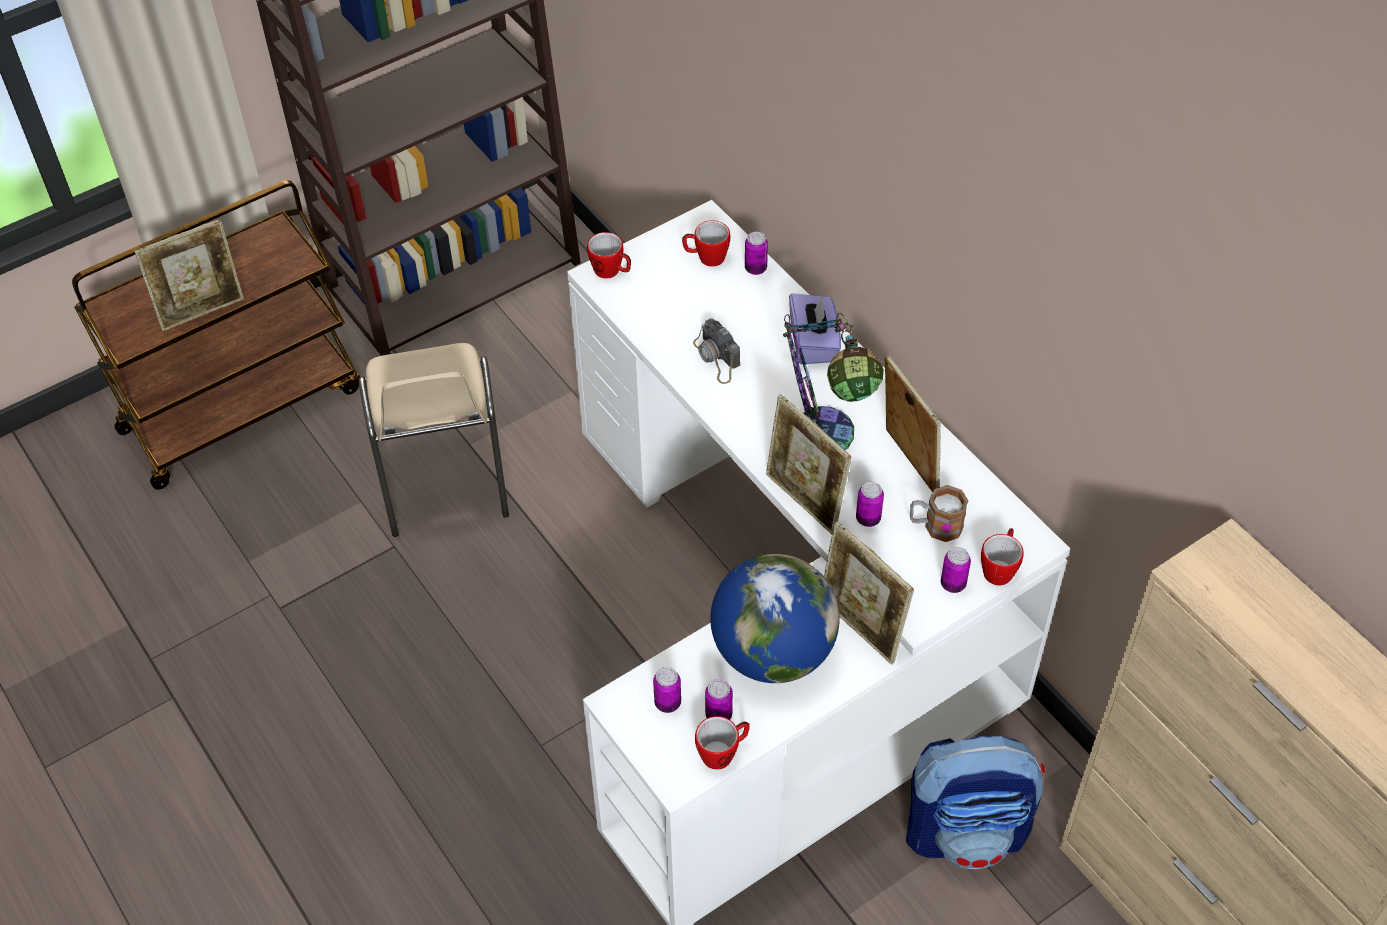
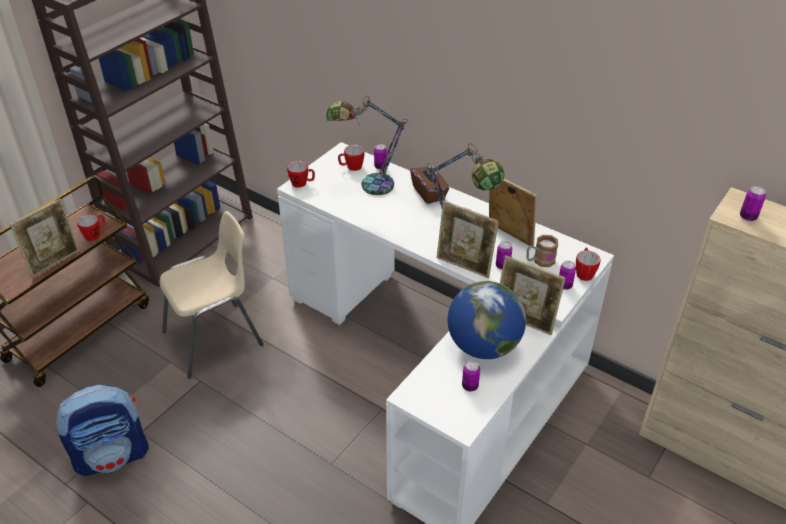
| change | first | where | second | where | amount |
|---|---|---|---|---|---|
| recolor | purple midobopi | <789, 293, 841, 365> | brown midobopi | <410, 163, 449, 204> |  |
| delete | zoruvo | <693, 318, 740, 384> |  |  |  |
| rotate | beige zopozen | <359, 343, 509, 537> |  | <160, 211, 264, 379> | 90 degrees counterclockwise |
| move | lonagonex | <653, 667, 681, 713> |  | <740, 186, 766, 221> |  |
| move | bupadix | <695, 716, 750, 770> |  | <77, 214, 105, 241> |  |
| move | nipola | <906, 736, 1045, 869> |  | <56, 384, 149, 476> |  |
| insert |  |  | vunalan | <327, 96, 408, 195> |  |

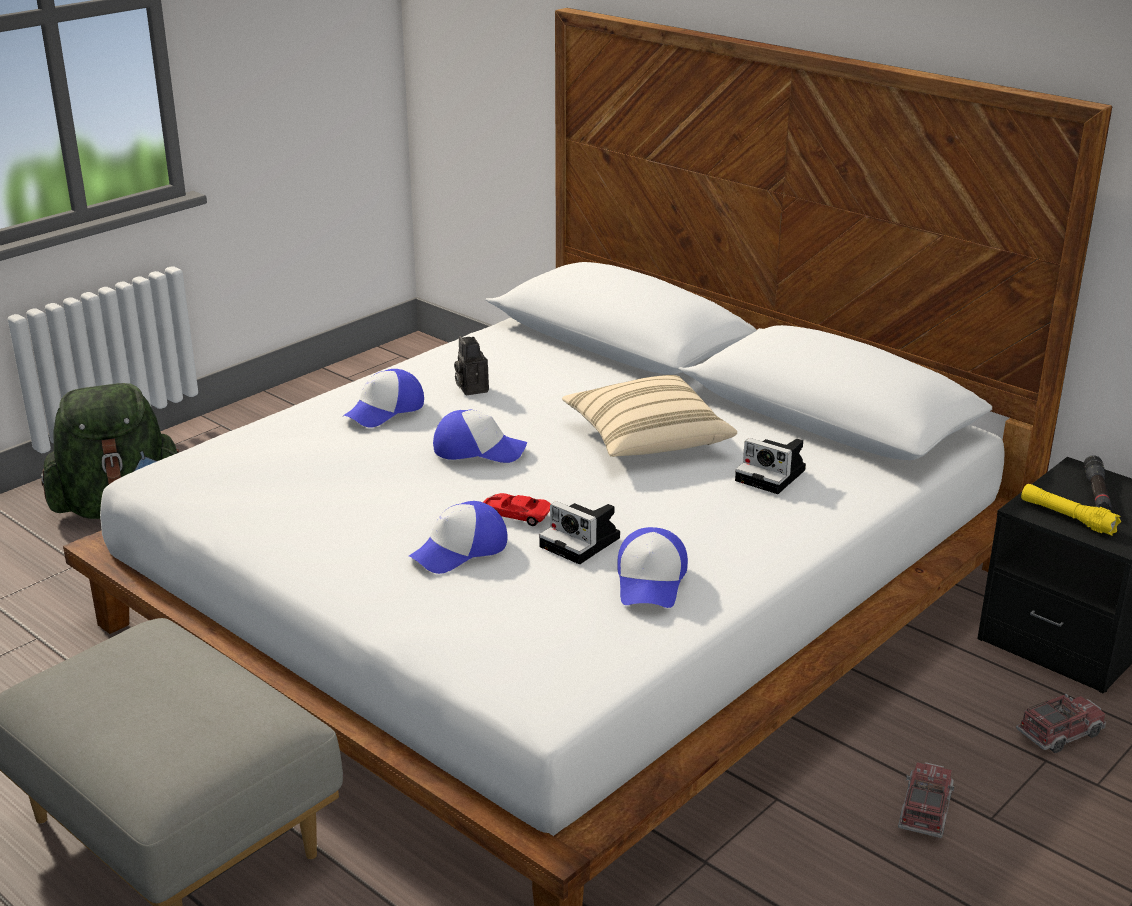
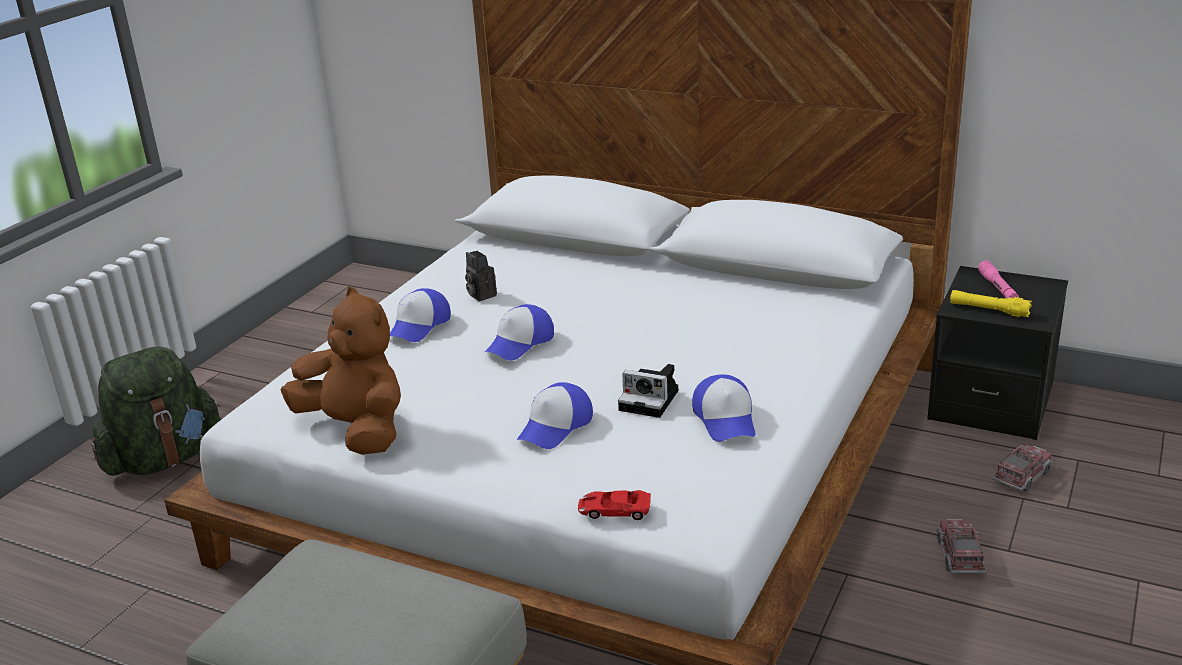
| change | first | where | second | where | amount |
|---|---|---|---|---|---|
| delete | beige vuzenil | <562, 375, 737, 457> |  |  |  |
| rotate | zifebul | <433, 410, 527, 463> |  | <485, 304, 554, 360> | 135 degrees clockwise |
| delete | zoruvo | <735, 438, 806, 494> |  |  |  |
| recolor | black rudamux | <1084, 455, 1112, 510> | pink rudamux | <978, 261, 1019, 299> |  |
| move | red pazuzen | <483, 493, 551, 526> |  | <578, 490, 651, 520> |  |
| insert |  |  | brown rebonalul | <281, 287, 401, 455> |  |

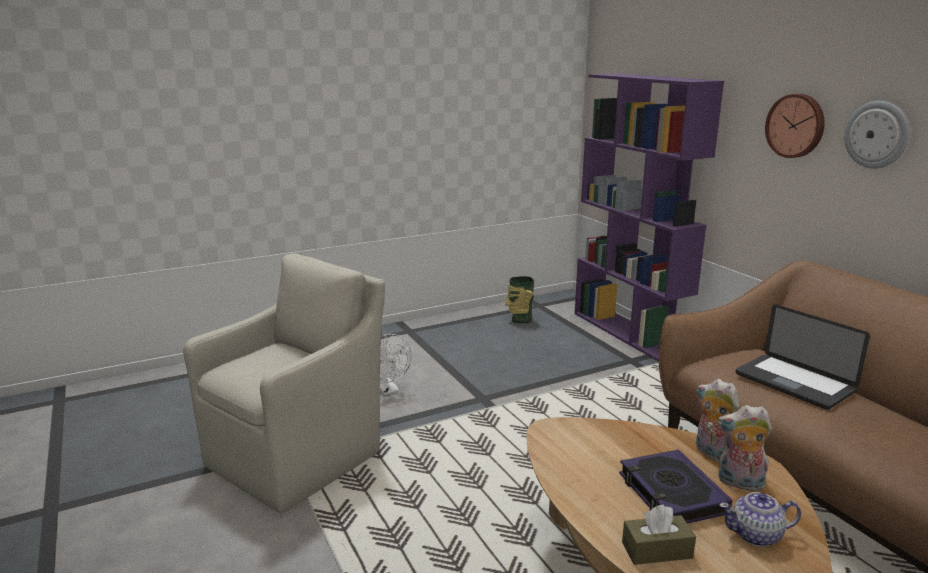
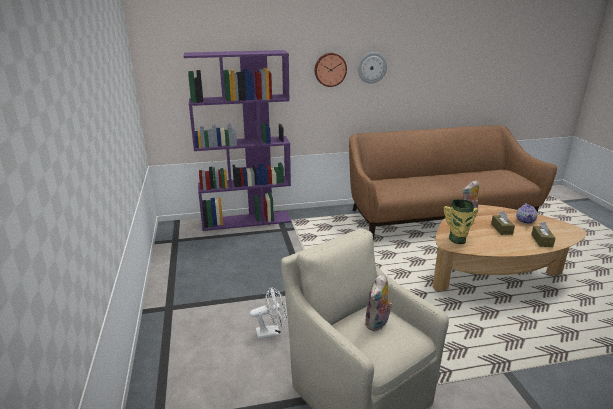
| change | first | where | second | where | amount |
|---|---|---|---|---|---|
| move | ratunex | <505, 276, 534, 323> |  | <443, 199, 478, 244> |  |
| delete | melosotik | <736, 304, 870, 410> |  |  |  |
| move | rebonalul | <718, 405, 772, 491> |  | <364, 273, 393, 331> |  |
| replace | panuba | <619, 449, 732, 524> | brown midobopi | <491, 211, 515, 235> |  |

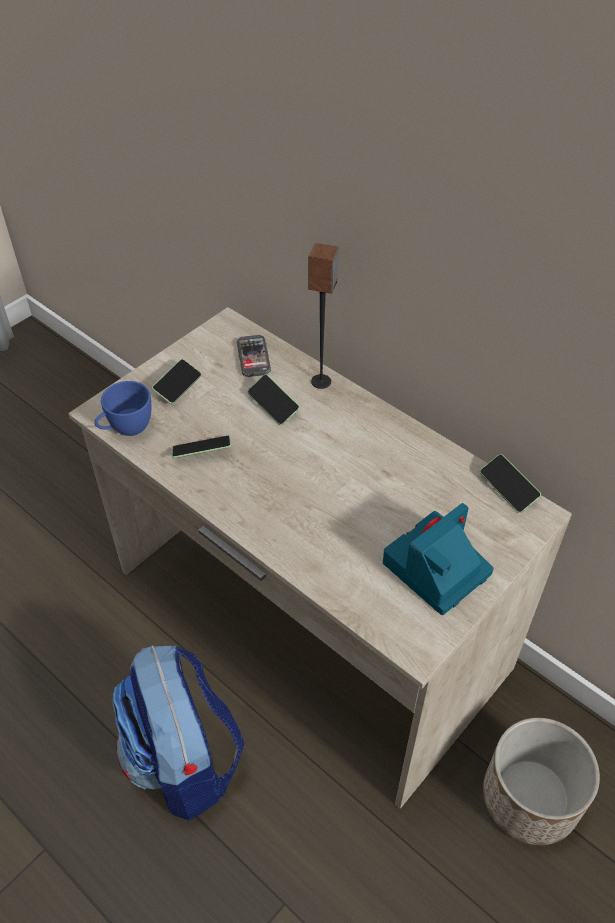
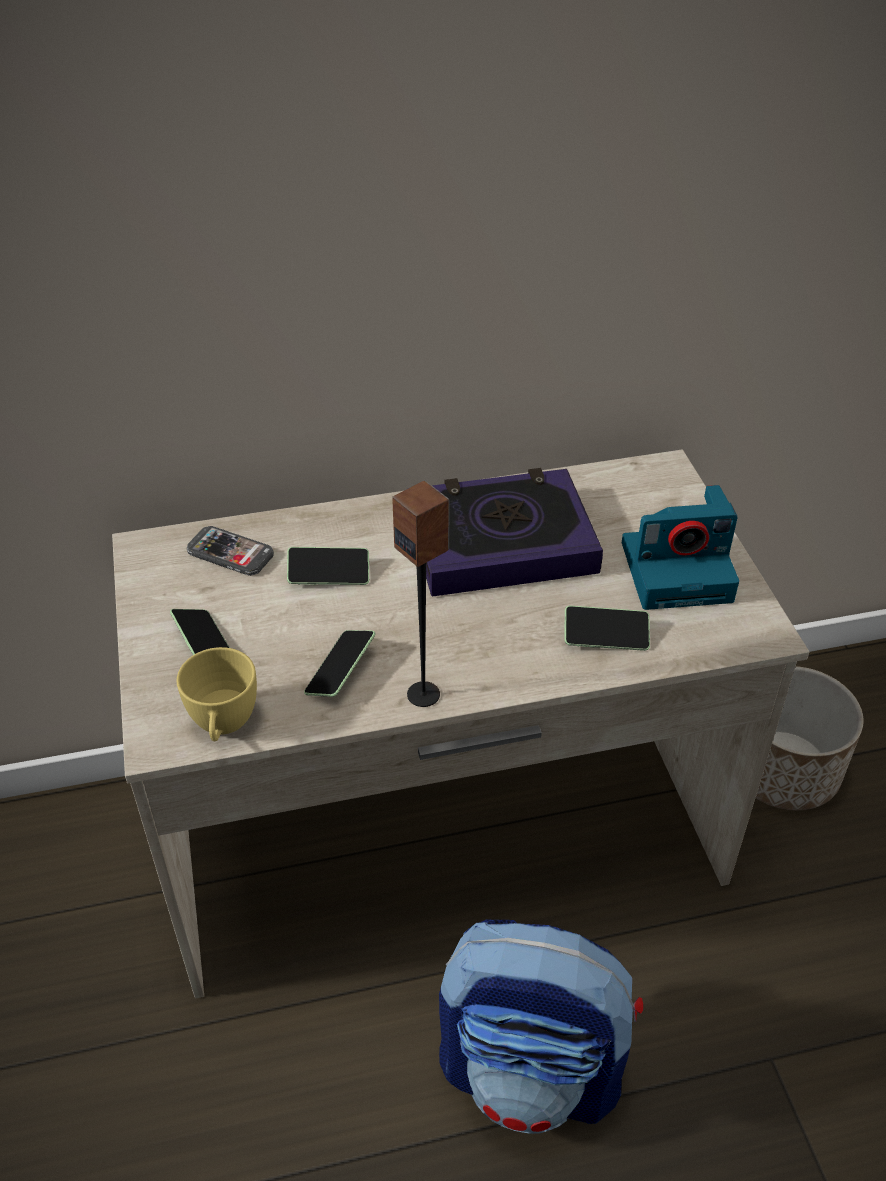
| change | first | where | second | where | amount |
|---|---|---|---|---|---|
| move | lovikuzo | <308, 243, 339, 389> |  | <392, 481, 450, 707> |  |
| recolor | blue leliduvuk | <94, 381, 152, 436> | yellow leliduvuk | <177, 647, 257, 741> |  |
| move | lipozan | <480, 454, 541, 513> |  | <565, 606, 650, 651> |  |
| rotate | zoruvo | <383, 503, 493, 615> |  | <622, 485, 739, 610> | 90 degrees counterclockwise |
| insert |  |  | panuba | <426, 468, 603, 597> |  |

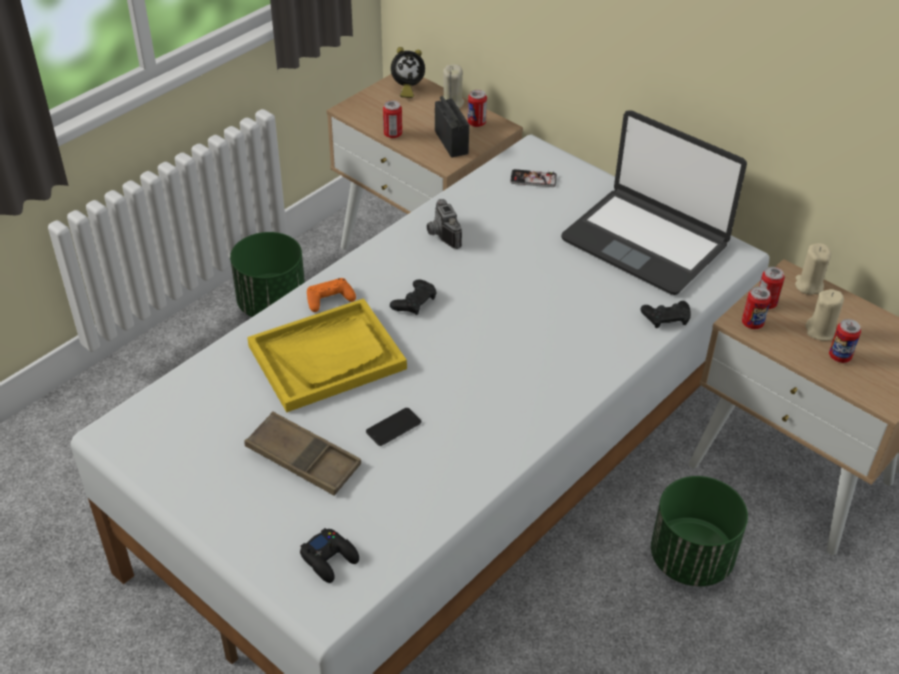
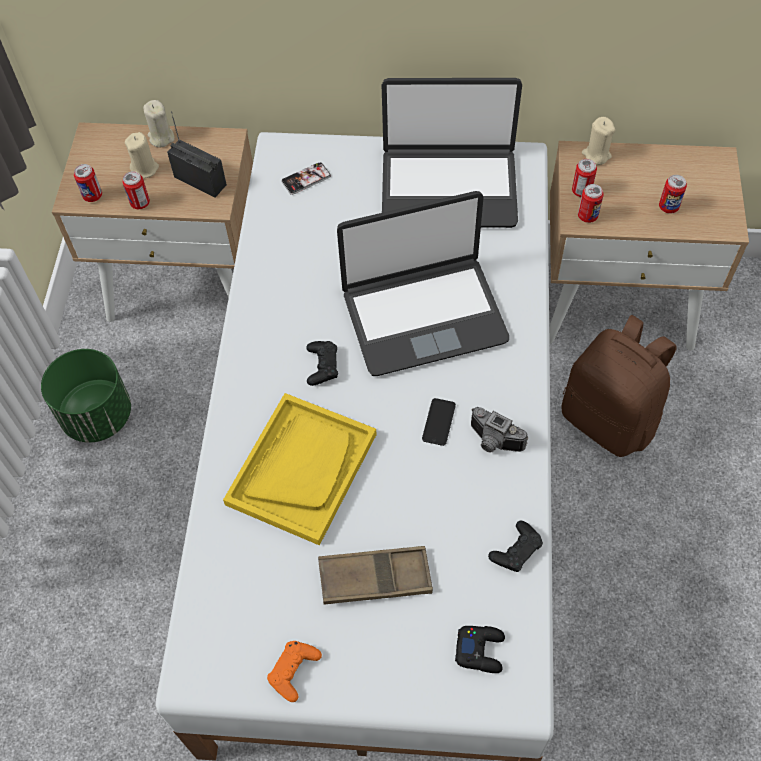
| change | first | where | second | where | amount |
|---|---|---|---|---|---|
| delete | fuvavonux | <391, 47, 425, 98> |  |  |  |
| move | lonagonex | <468, 90, 487, 127> |  | <74, 164, 102, 202> |  |
| move | zoruvo | <427, 199, 462, 249> |  | <471, 407, 528, 452> |  |
| move | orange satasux | <307, 278, 356, 312> |  | <267, 641, 322, 702> |  |
| move | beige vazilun | <806, 289, 844, 341> |  | <125, 132, 159, 178> |  |
| move | black satasux | <641, 301, 691, 328> |  | <488, 521, 543, 572> |  |
| move | lipozan | <366, 408, 422, 446> |  | <422, 398, 456, 446> |  |
| replace | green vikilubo | <651, 476, 748, 586> | brown nipola | <561, 315, 677, 457> |  |
| insert |  |  | melosotik | <337, 191, 509, 376> |  |

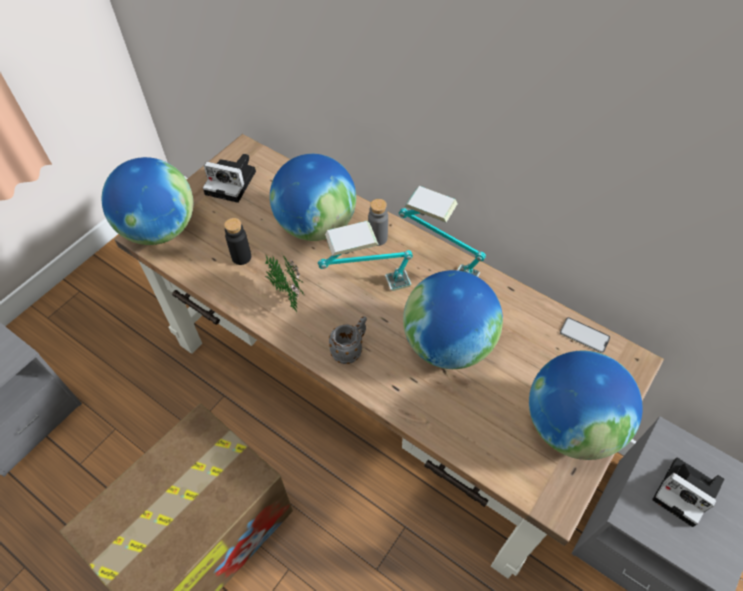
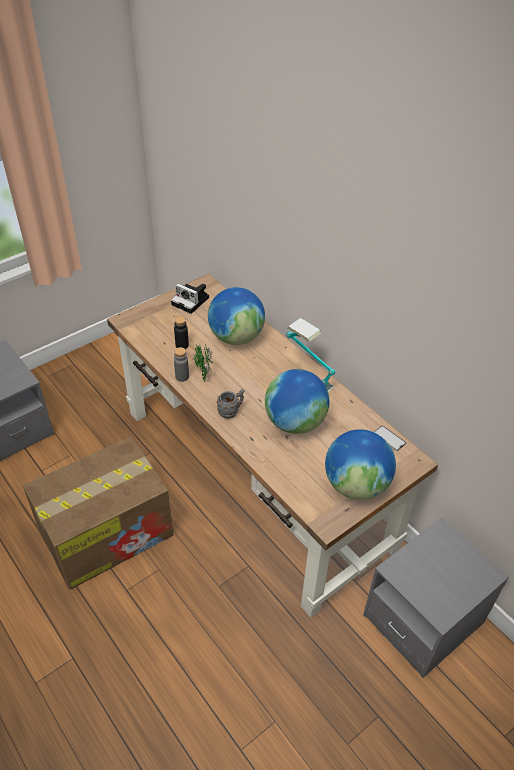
| change | first | where | second | where | amount |
|---|---|---|---|---|---|
| delete | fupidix | <102, 157, 193, 245> |  |  |  |
| move | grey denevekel | <368, 199, 388, 246> |  | <174, 347, 189, 382> |  |
| delete | vunalan | <318, 221, 413, 291> |  |  |  |
| delete | zoruvo | <652, 458, 725, 527> |  |  |  |

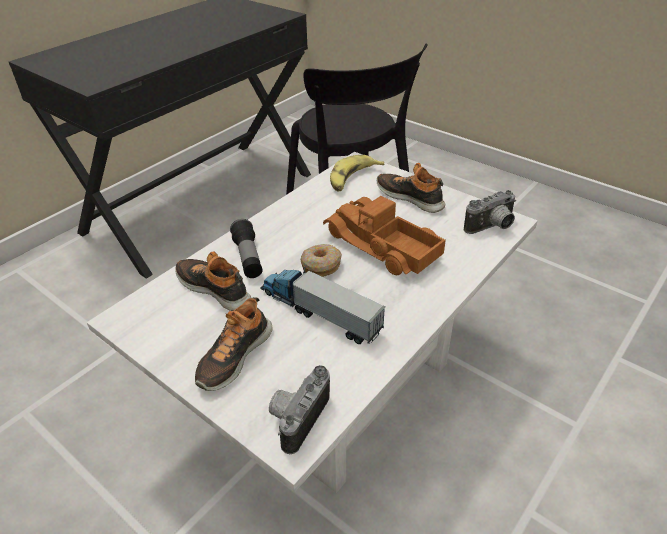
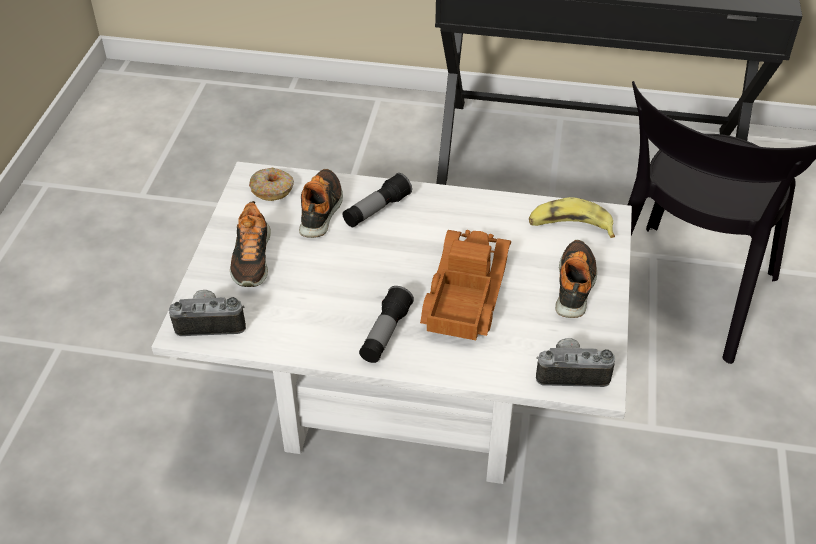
| change | first | where | second | where | amount |
|---|---|---|---|---|---|
| rotate | zoruvo | <464, 190, 516, 234> |  | <536, 338, 615, 387> | 150 degrees clockwise |
| move | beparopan | <301, 244, 342, 277> |  | <249, 168, 294, 201> |  |
| delete | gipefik | <260, 266, 386, 344> |  |  |  |
| rotate | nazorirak | <195, 297, 273, 391> |  | <230, 201, 271, 287> | 90 degrees counterclockwise |
| insert |  |  | rudamux | <359, 286, 414, 363> |  |

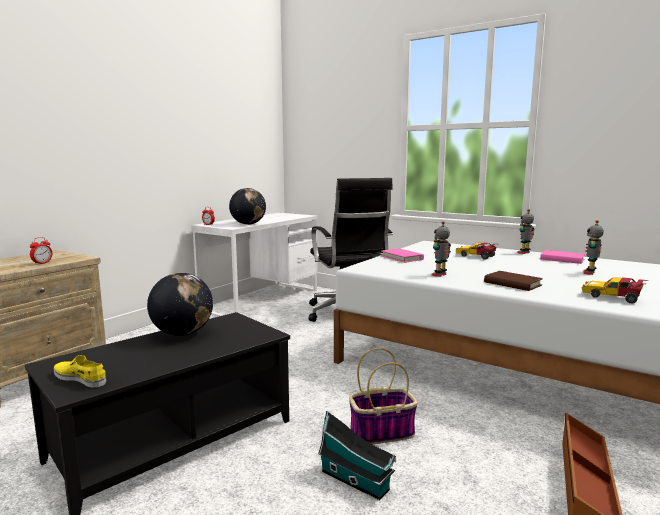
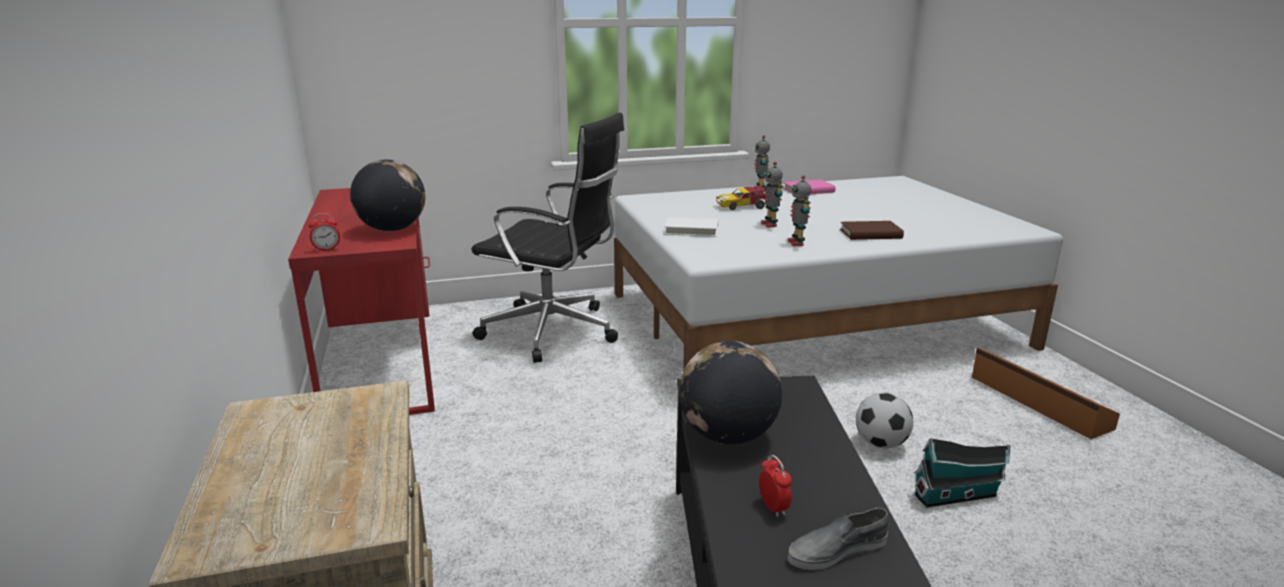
| change | first | where | second | where | amount |
|---|---|---|---|---|---|
| recolor | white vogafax | <191, 213, 318, 317> | red vogafax | <288, 188, 435, 415> |  |
| move | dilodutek | <583, 220, 604, 275> |  | <761, 161, 784, 228> |  |
| move | fuvavonux | <30, 237, 52, 265> |  | <759, 455, 792, 517> |  |
| recolor | pink panuba | <382, 249, 424, 263> | white panuba | <664, 217, 718, 237> |  |
| delete | pazuzen | <582, 277, 648, 304> |  |  |  |
| replace | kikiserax | <349, 348, 418, 445> | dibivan | <856, 393, 913, 448> |  |
| recolor | yellow nazorirak | <54, 355, 106, 388> | grey nazorirak | <788, 508, 889, 570> |  |

